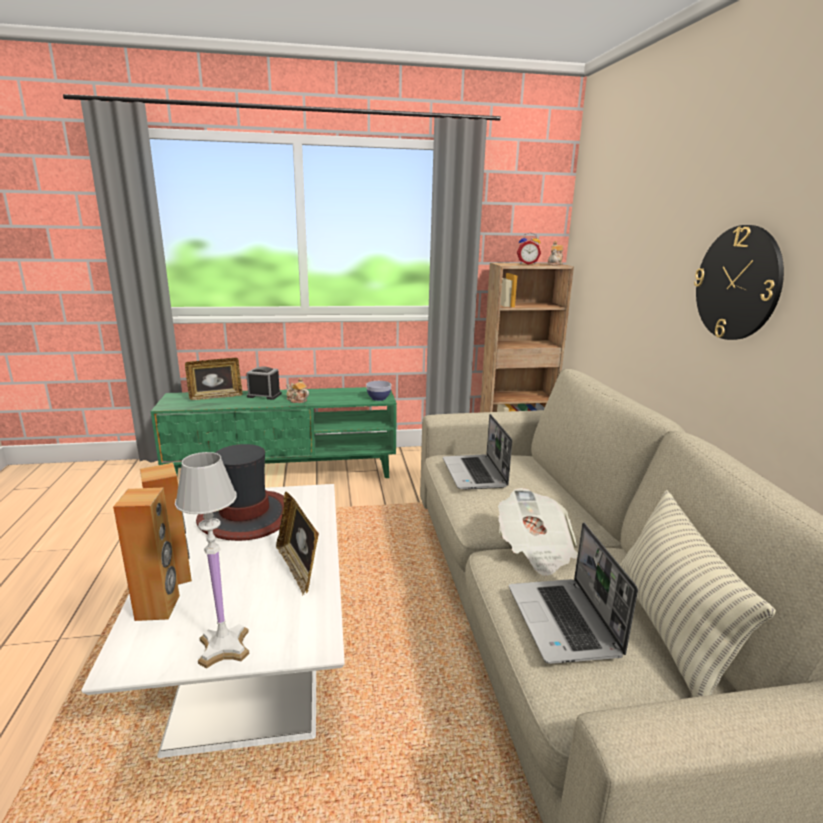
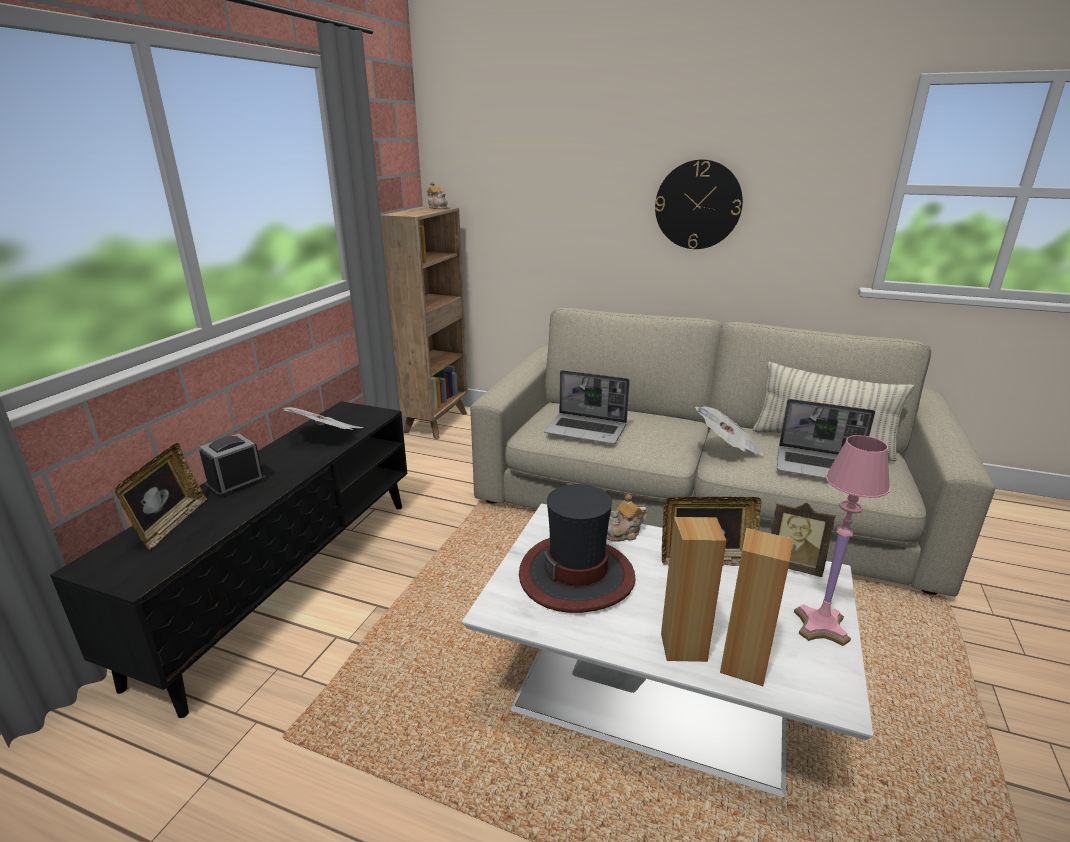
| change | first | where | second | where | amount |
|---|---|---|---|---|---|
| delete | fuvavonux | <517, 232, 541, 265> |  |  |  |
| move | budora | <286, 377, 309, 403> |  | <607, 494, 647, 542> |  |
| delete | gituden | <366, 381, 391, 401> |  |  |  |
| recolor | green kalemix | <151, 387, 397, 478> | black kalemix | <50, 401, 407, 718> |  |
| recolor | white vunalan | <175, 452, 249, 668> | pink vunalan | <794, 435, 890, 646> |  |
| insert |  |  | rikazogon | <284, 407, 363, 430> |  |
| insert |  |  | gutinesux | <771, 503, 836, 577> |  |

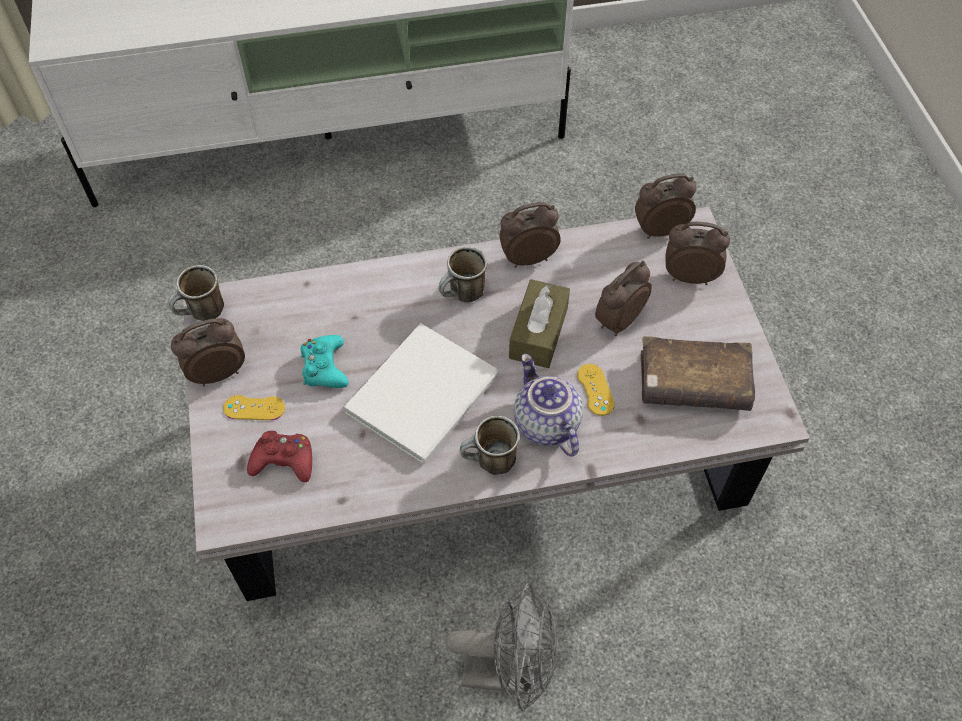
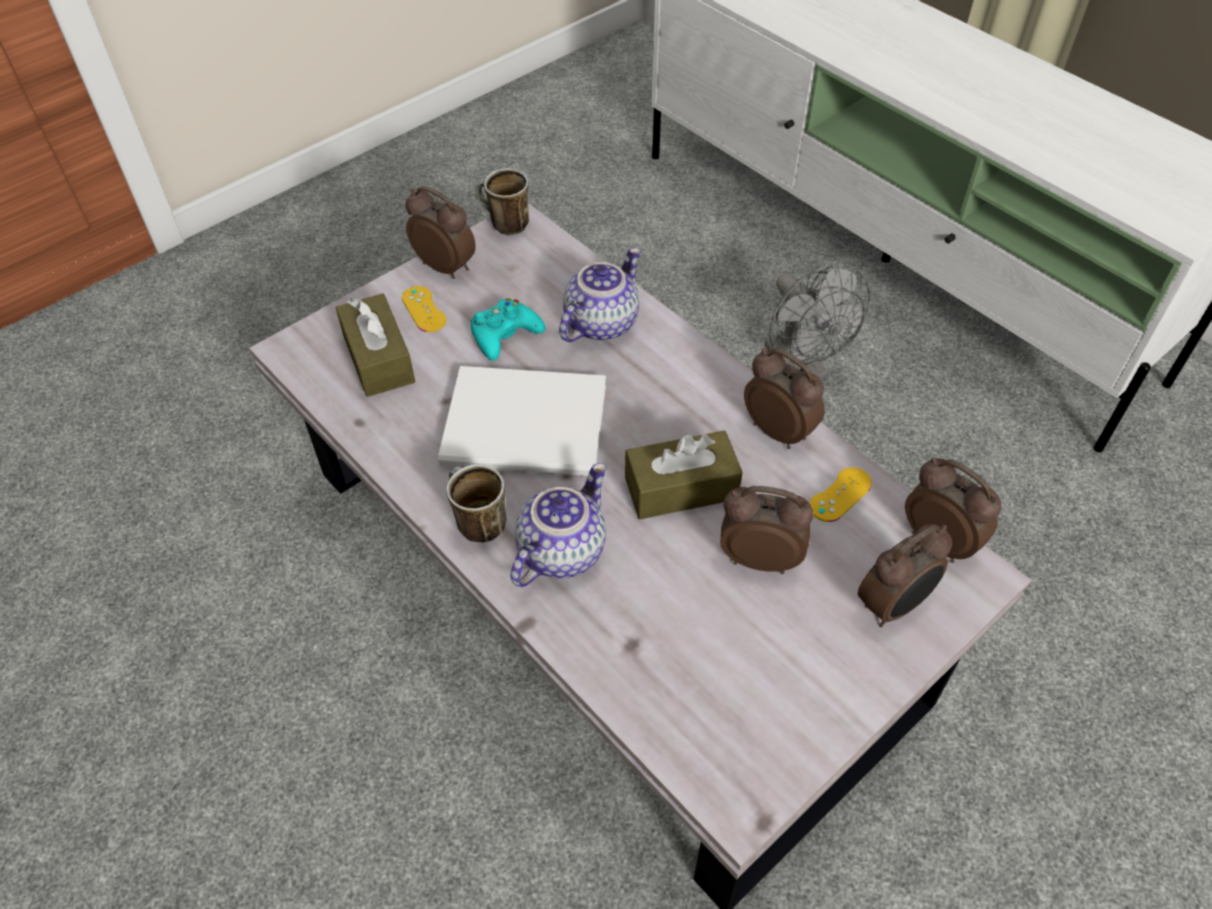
| change | first | where | second | where | amount |
|---|---|---|---|---|---|
| rotate | fuvavonux | <665, 222, 730, 285> |  | <858, 524, 952, 627> | 75 degrees clockwise |
| delete | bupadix | <438, 246, 487, 302> |  |  |  |
| delete | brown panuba | <640, 336, 755, 411> |  |  |  |
| move | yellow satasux | <577, 364, 615, 416> |  | <810, 467, 872, 522> |  |
| replace | red satasux | <247, 431, 312, 482> | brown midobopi | <336, 293, 415, 397> |  |
| move | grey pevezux | <446, 583, 557, 711> |  | <764, 264, 870, 378> |  |
| insert |  |  | budora | <559, 248, 641, 342> |  |

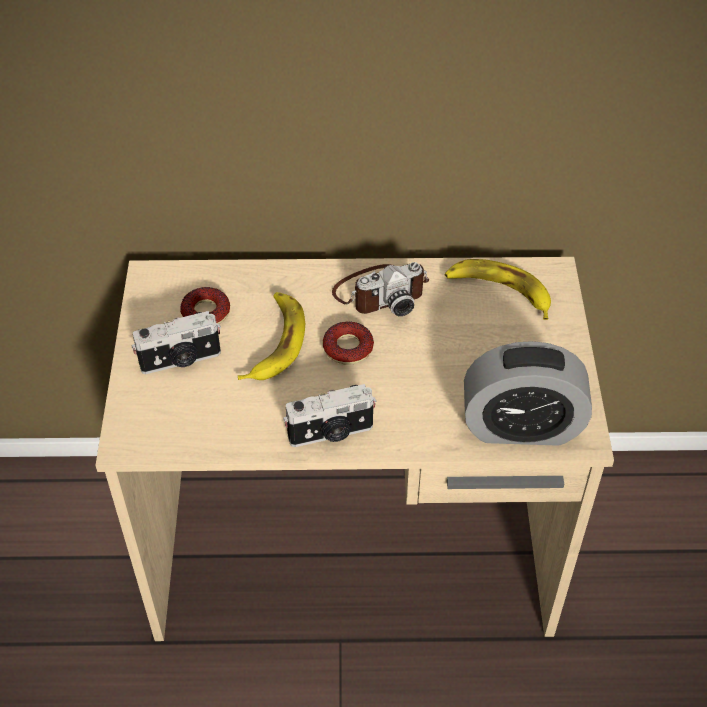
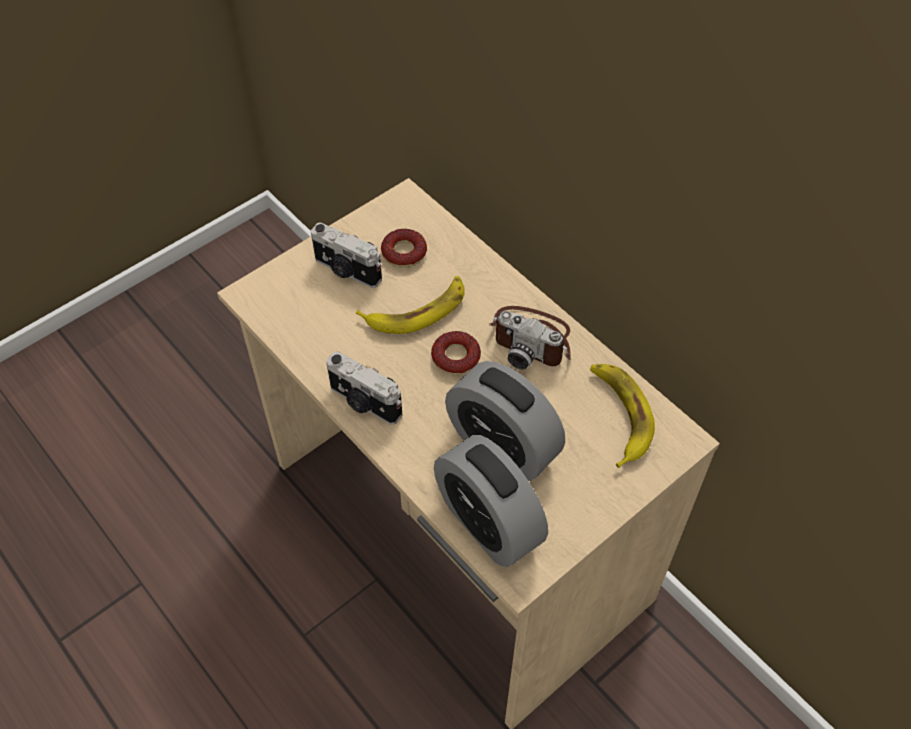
| change | first | where | second | where | amount |
|---|---|---|---|---|---|
| insert |  |  | fuvavonux | <445, 361, 565, 481> |  |

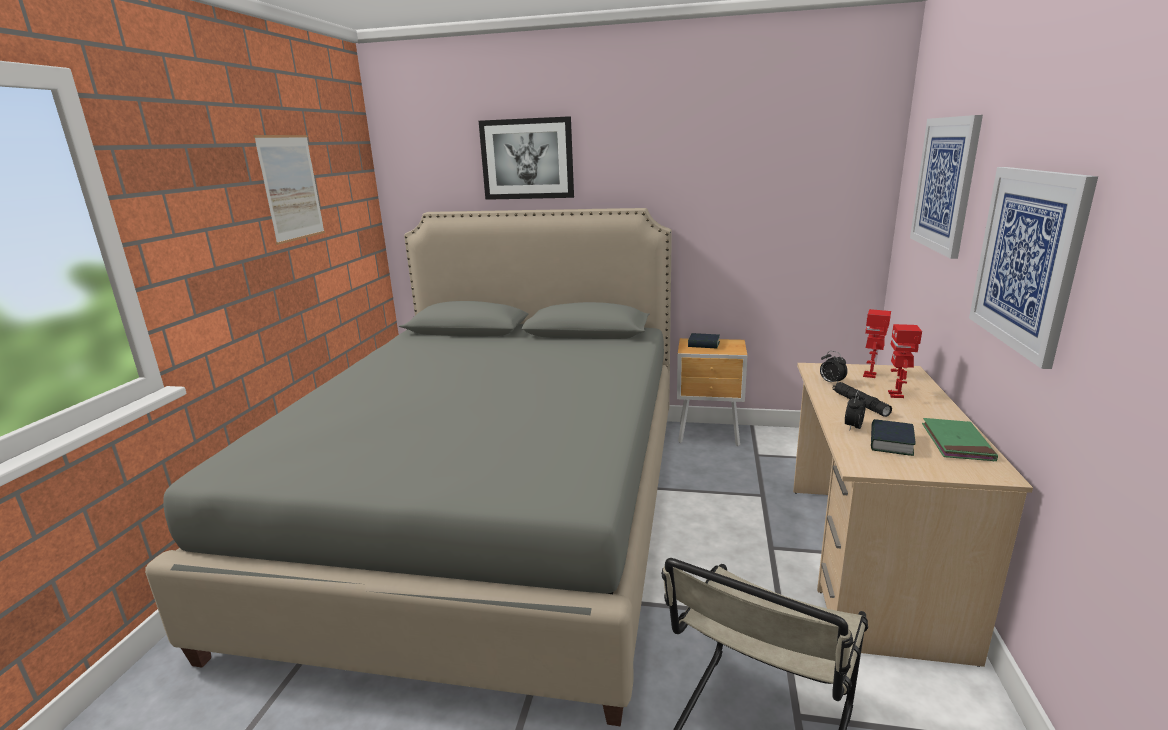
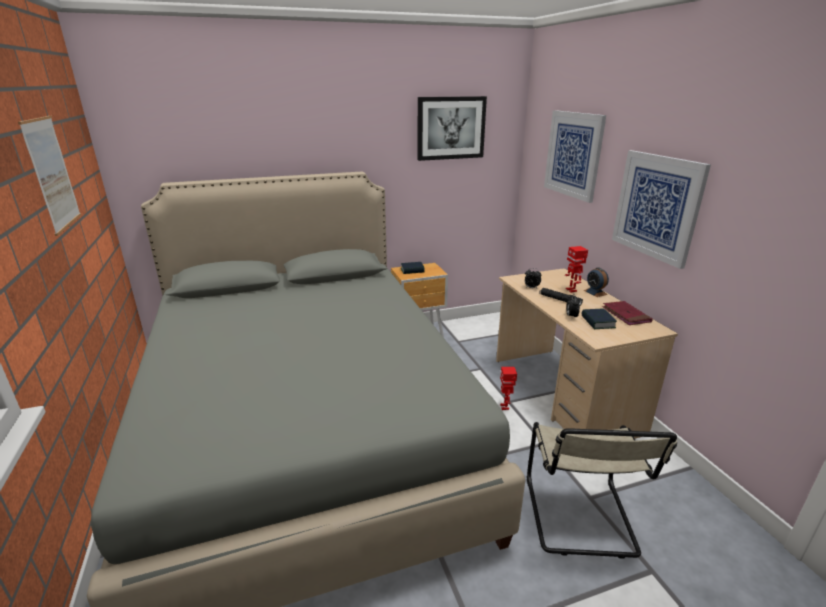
| change | first | where | second | where | amount |
|---|---|---|---|---|---|
| move | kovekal | <479, 116, 574, 200> |  | <417, 96, 487, 161> |  |
| move | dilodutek | <863, 309, 891, 378> |  | <500, 367, 517, 410> |  |
| recolor | green panuba | <922, 418, 998, 461> | red panuba | <602, 301, 653, 325> |  |
| insert |  |  | fuvavonux | <583, 268, 609, 297> |  |

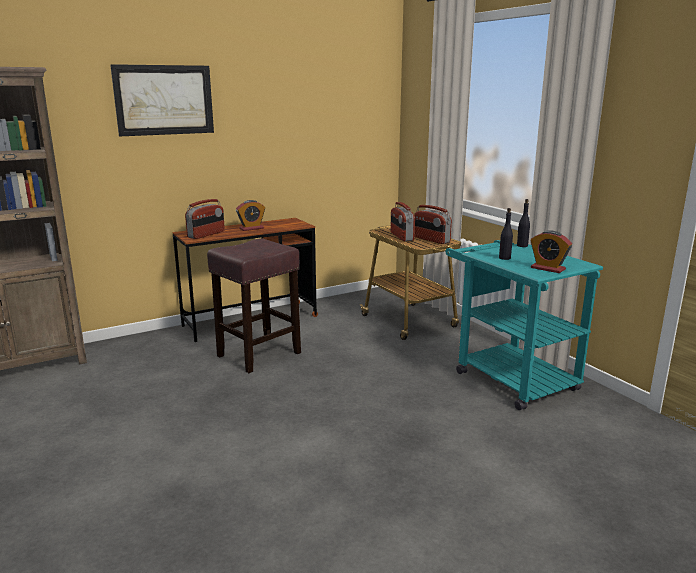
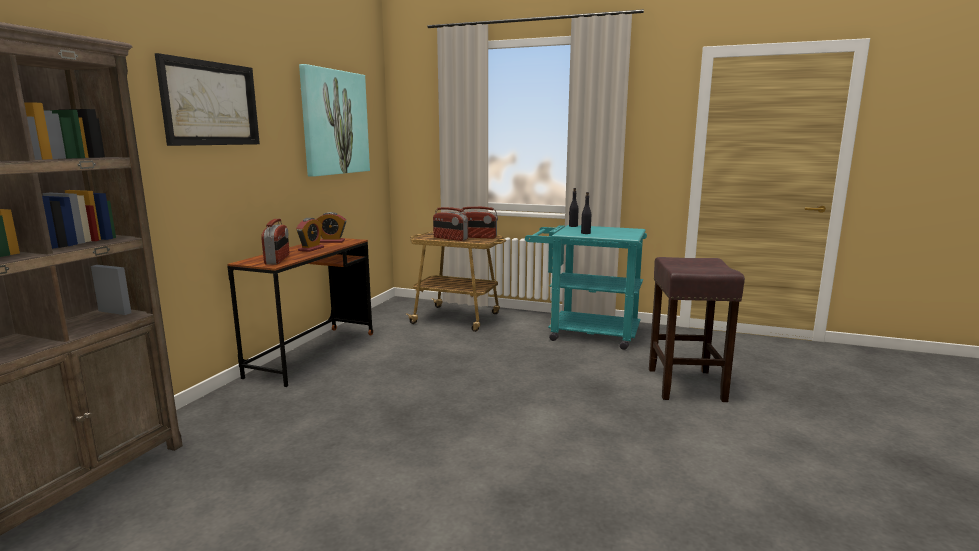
| change | first | where | second | where | amount |
|---|---|---|---|---|---|
| move | fuvavonux | <531, 231, 572, 273> |  | <316, 212, 347, 243> |  |
| move | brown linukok | <207, 238, 301, 373> |  | <649, 257, 745, 402> |  |
| insert |  |  | kovekal | <299, 64, 370, 177> |  |

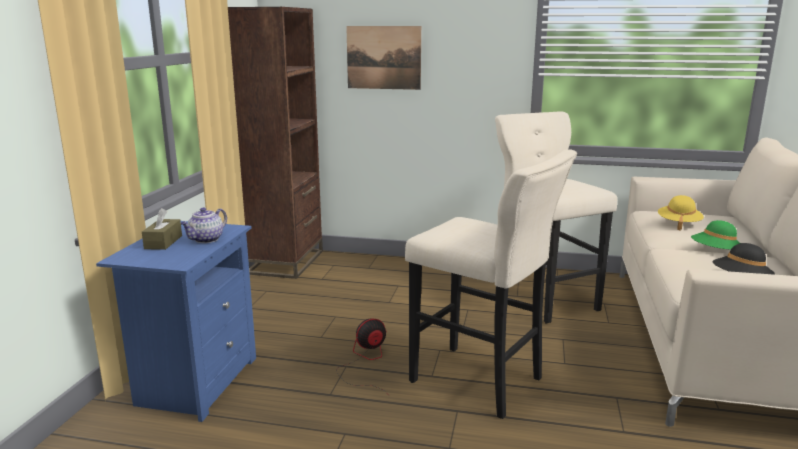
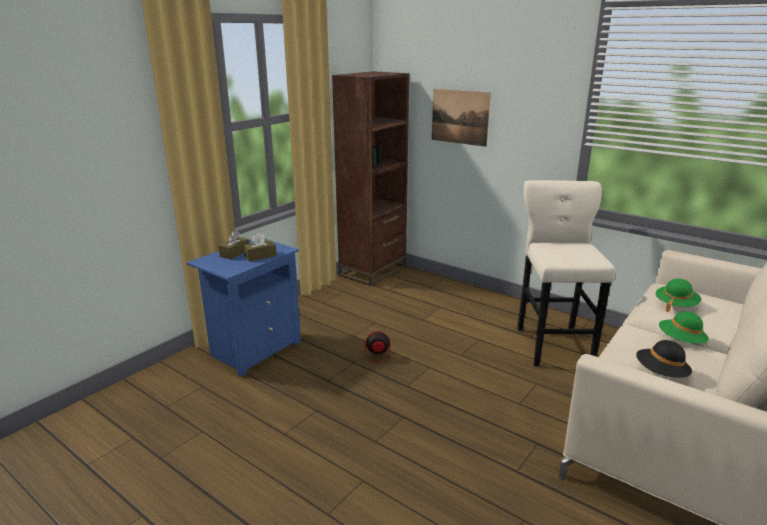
| change | first | where | second | where | amount |
|---|---|---|---|---|---|
| delete | beige linukok | <405, 149, 577, 419> |  |  |  |
| recolor | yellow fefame | <658, 195, 704, 231> | green fefame | <656, 279, 701, 312> |  |
| replace | budora | <180, 208, 227, 243> | brown midobopi | <243, 233, 277, 261> |  |

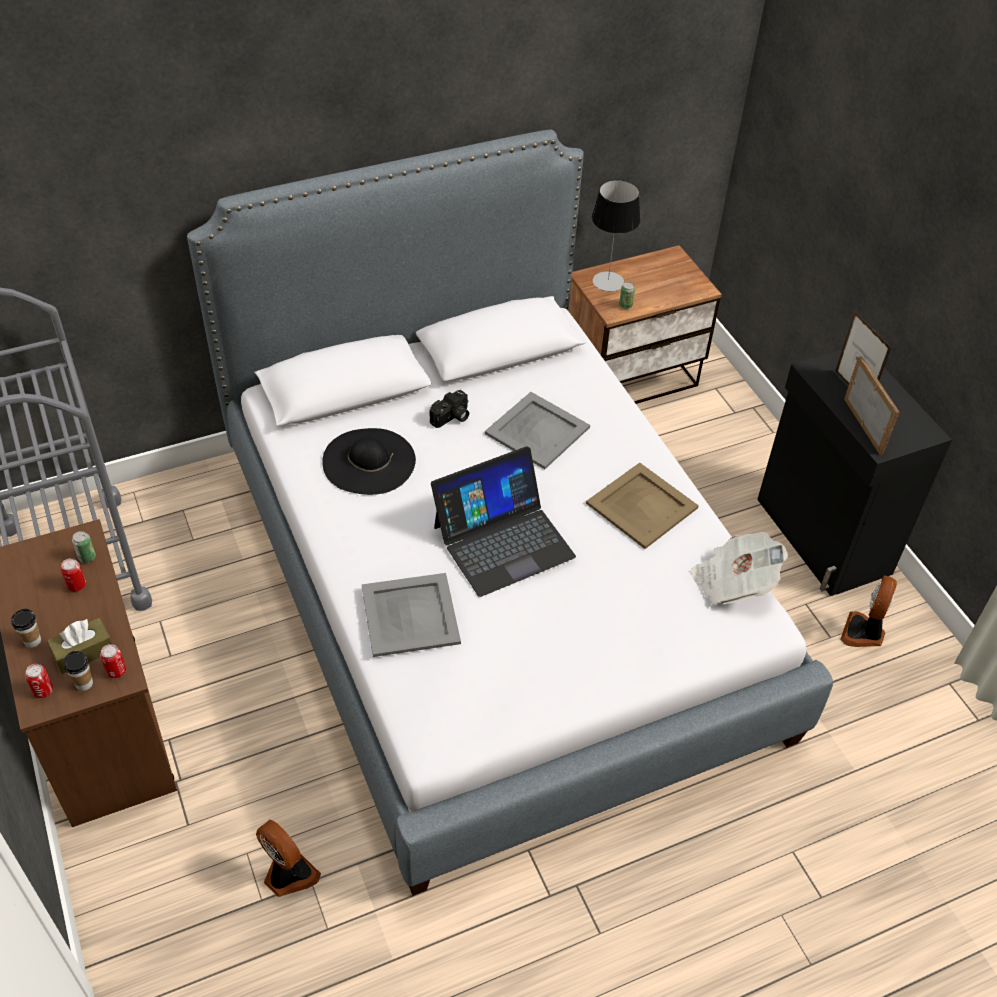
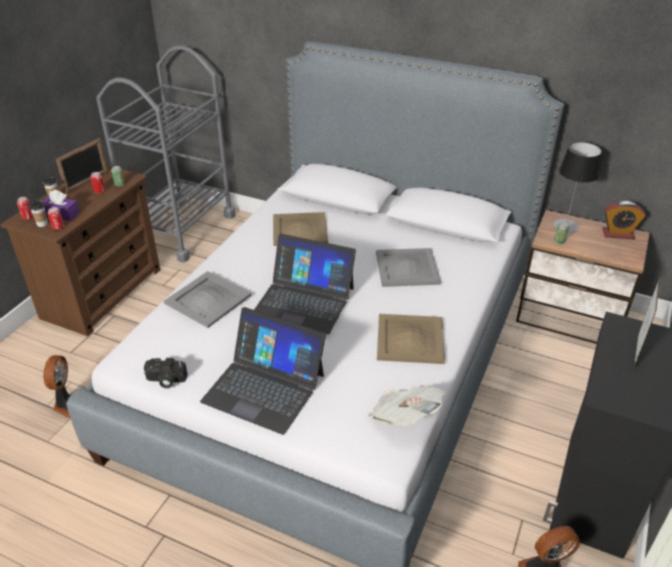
| change | first | where | second | where | amount |
|---|---|---|---|---|---|
| move | gutinesux | <844, 356, 899, 455> |  | <56, 138, 108, 193> |  |
| move | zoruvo | <430, 390, 469, 428> |  | <144, 358, 188, 388> |  |
| replace | black fefame | <322, 428, 416, 495> | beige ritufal | <273, 212, 328, 246> |  |
| recolor | brown midobopi | <47, 618, 112, 674> | purple midobopi | <42, 190, 80, 221> |  |
| insert |  |  | fuvavonux | <602, 201, 646, 240> |  |
| insert |  |  | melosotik | <200, 307, 326, 435> |  |

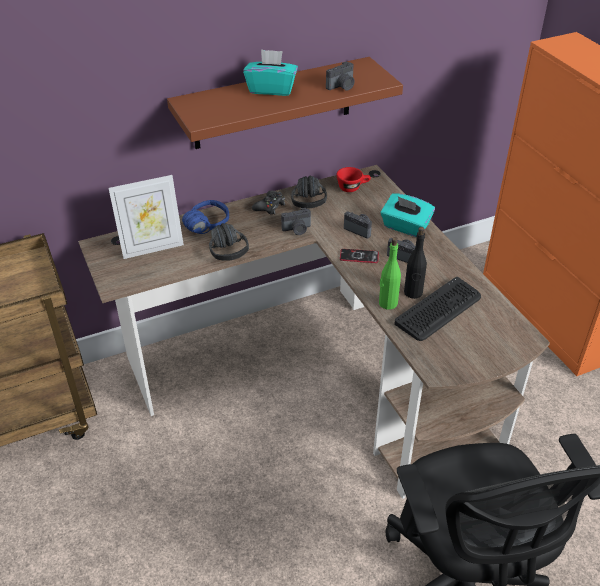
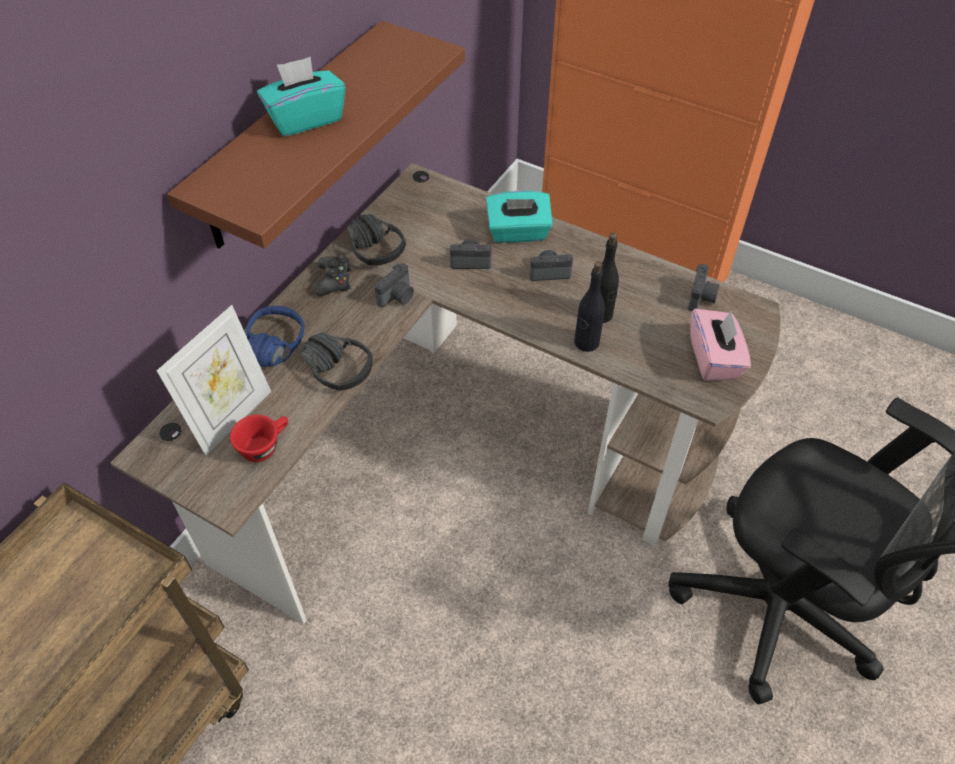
| change | first | where | second | where | amount |
|---|---|---|---|---|---|
| move | zoruvo | <326, 61, 355, 91> |  | <688, 264, 720, 311> |  |
| move | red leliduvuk | <336, 167, 371, 192> |  | <230, 415, 288, 462> |  |
| recolor | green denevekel | <379, 237, 401, 309> | black denevekel | <574, 261, 605, 352> |  |
| delete | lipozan | <340, 249, 379, 263> |  |  |  |
| delete | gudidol | <394, 277, 481, 341> |  |  |  |
| insert |  |  | pink midobopi | <690, 309, 751, 381> |  |

